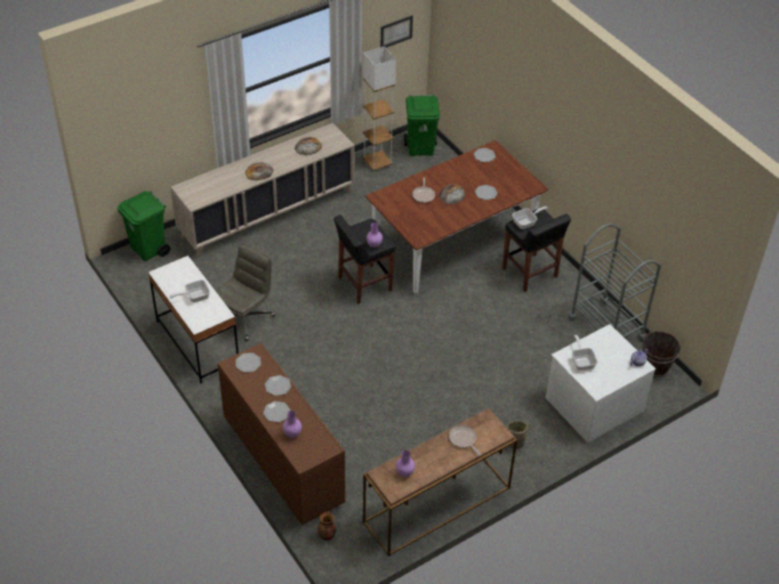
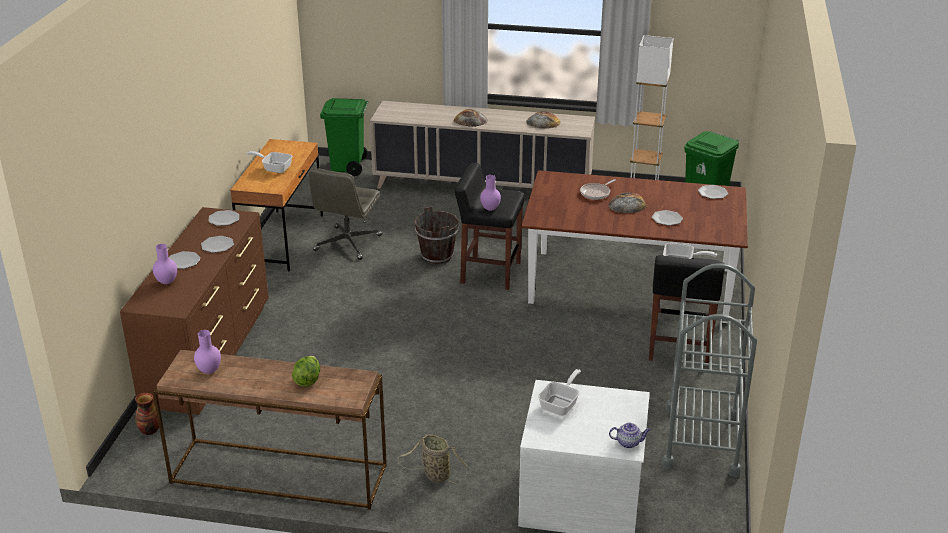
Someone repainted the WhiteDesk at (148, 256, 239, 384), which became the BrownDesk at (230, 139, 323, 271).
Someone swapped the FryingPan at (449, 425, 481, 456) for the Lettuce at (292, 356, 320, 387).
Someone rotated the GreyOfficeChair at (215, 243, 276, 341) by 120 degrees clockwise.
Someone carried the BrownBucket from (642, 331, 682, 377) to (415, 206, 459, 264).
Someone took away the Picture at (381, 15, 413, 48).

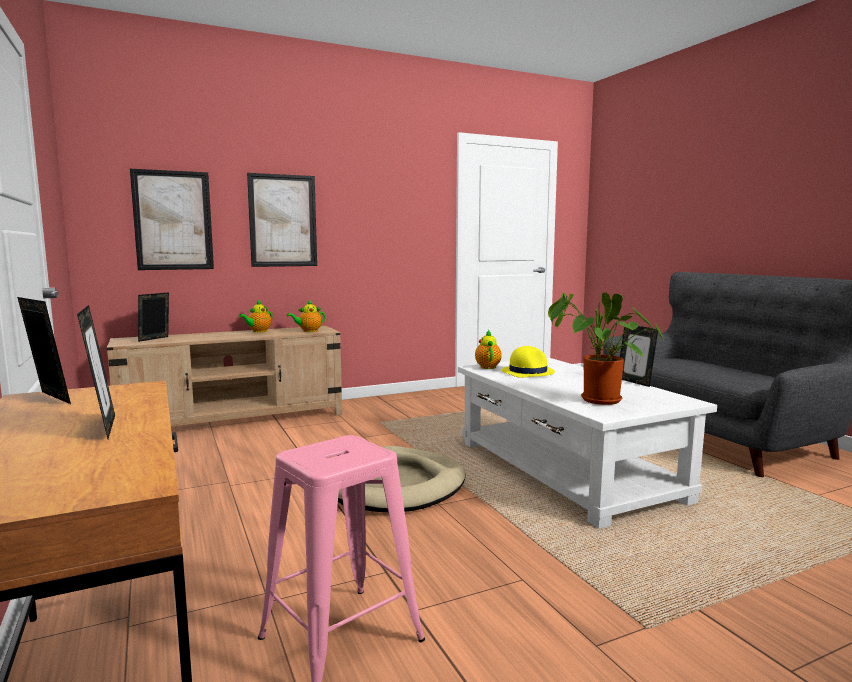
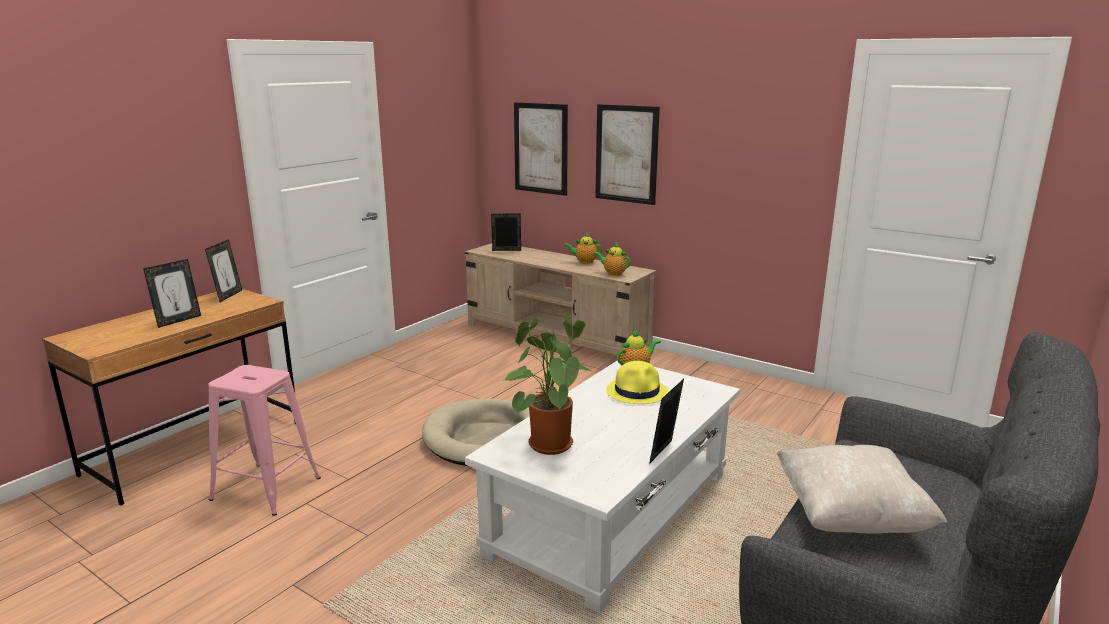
Someone put down the BeigePillow at (777, 445, 947, 534).

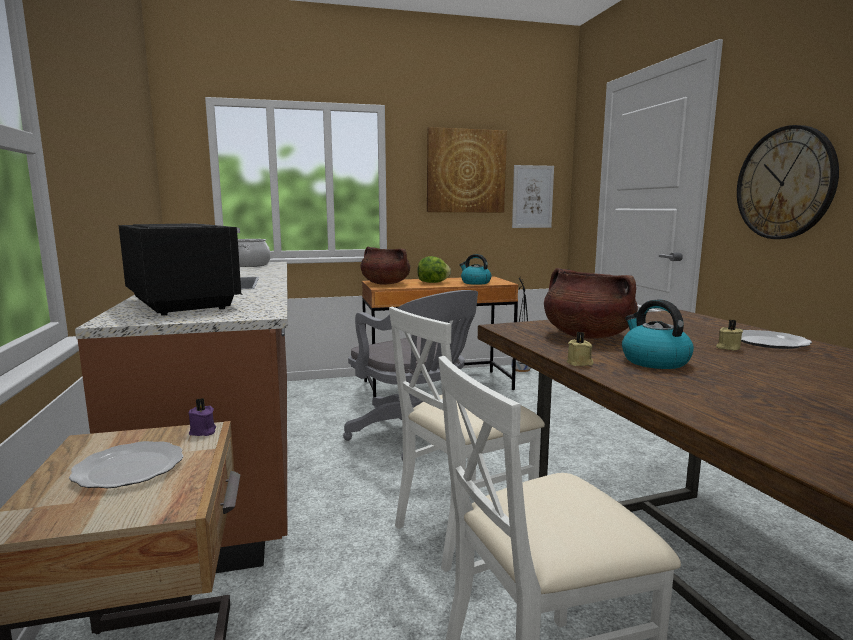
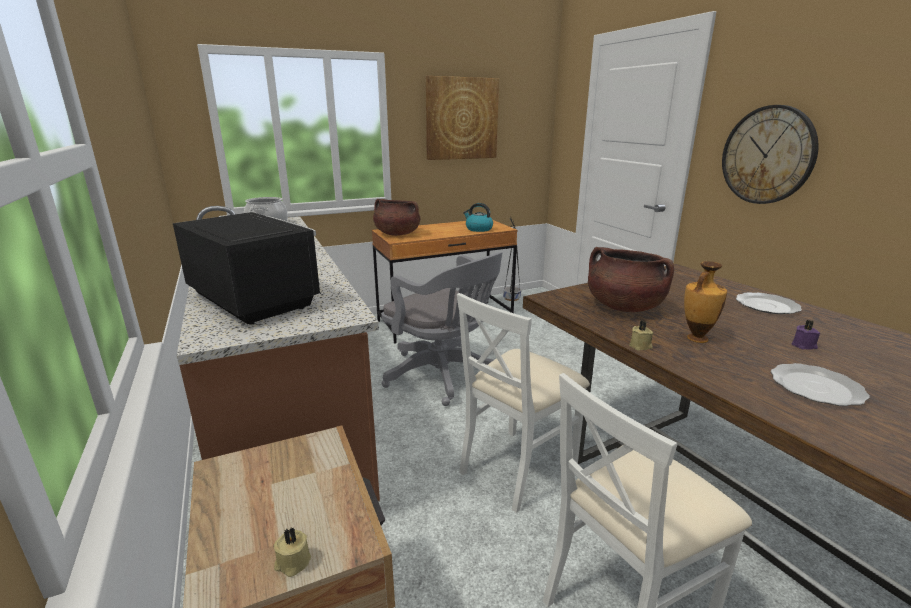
Someone carried the BeigeCandle from (716, 320, 743, 350) to (273, 528, 311, 577).
Someone swapped the Kettle at (622, 299, 694, 369) for the Vase at (684, 261, 727, 343).
Someone carried the Plate from (69, 441, 184, 488) to (771, 363, 870, 406).
Someone carried the PurpleCandle from (189, 398, 216, 436) to (792, 320, 820, 350).
Someone took away the Lettuce at (418, 256, 451, 283).
Someone took away the Picture at (512, 165, 554, 228).

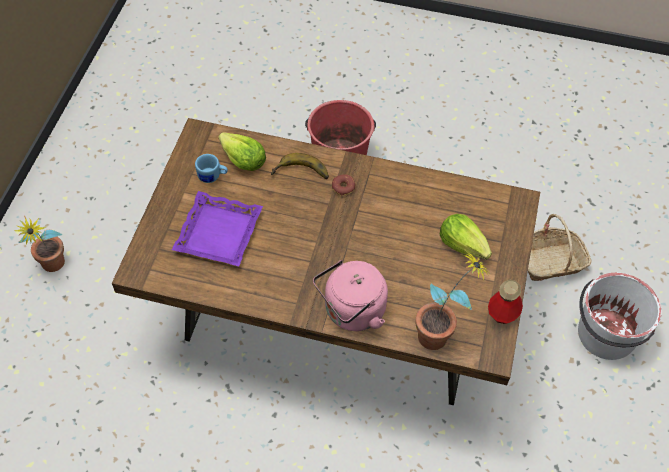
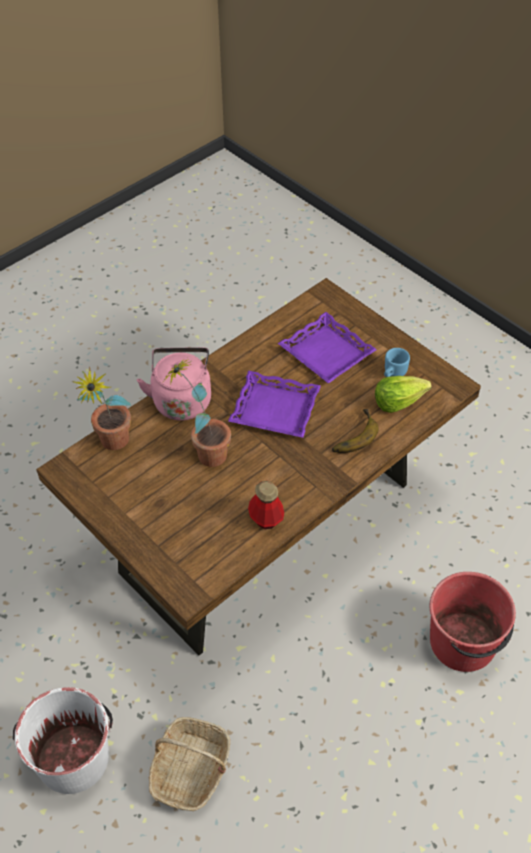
Someone carried the PottedPlant from (14, 216, 65, 272) to (162, 357, 231, 467).
Someone put down the PurpleTray at (228, 371, 321, 438).
Someone carried the Bottle from (488, 279, 523, 324) to (248, 481, 284, 529).
Someone took away the Donut at (332, 175, 355, 196).
Someone took away the Lettuce at (440, 214, 492, 259).

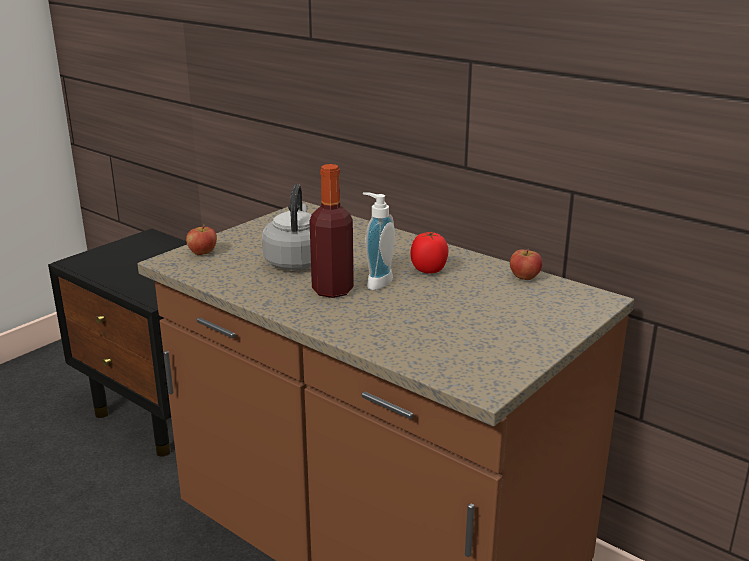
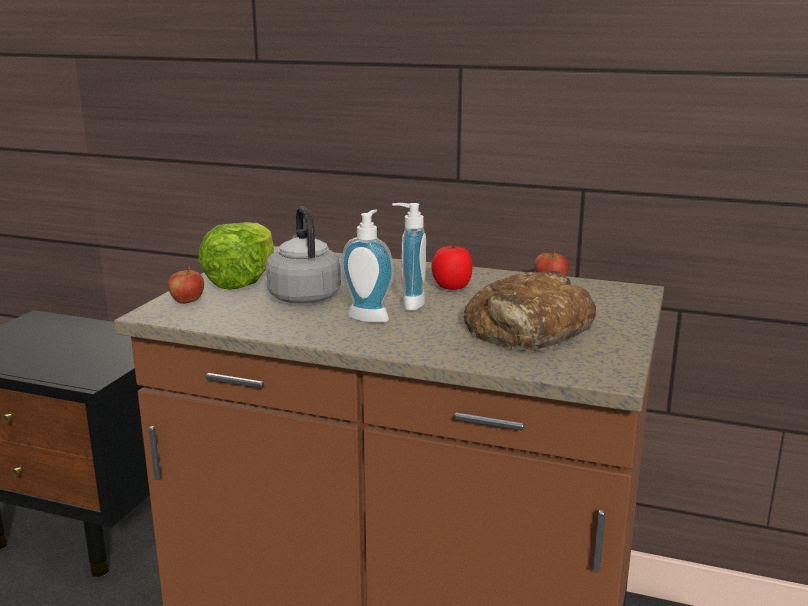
Someone put down the Lettuce at (198, 222, 274, 290).
Someone swapped the Bottle at (309, 164, 354, 298) for the SoapDispenser at (341, 210, 394, 323).
Someone put down the Bread at (464, 271, 596, 351).

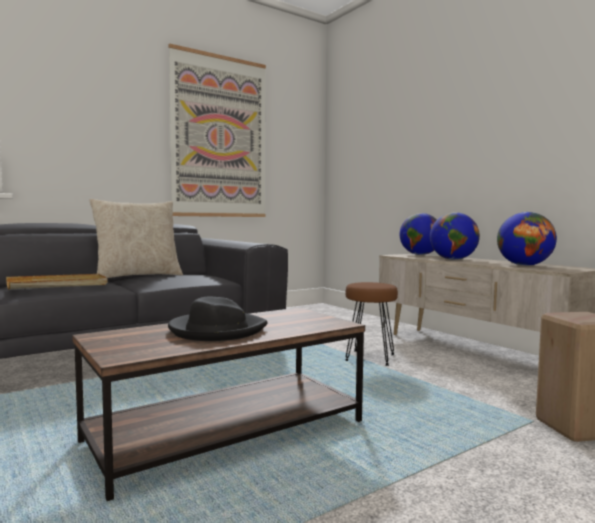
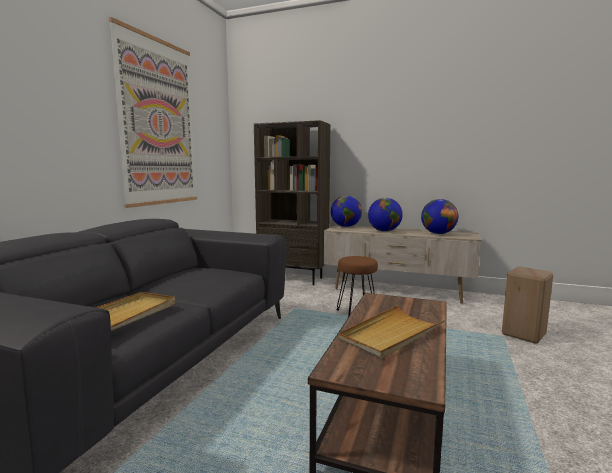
Someone put down the BrownBookcase at (254, 120, 330, 285).
Someone swapped the BlackHat at (168, 296, 267, 341) for the BeigeTray at (339, 305, 445, 359).
Someone took away the BeigePillow at (89, 199, 183, 278).

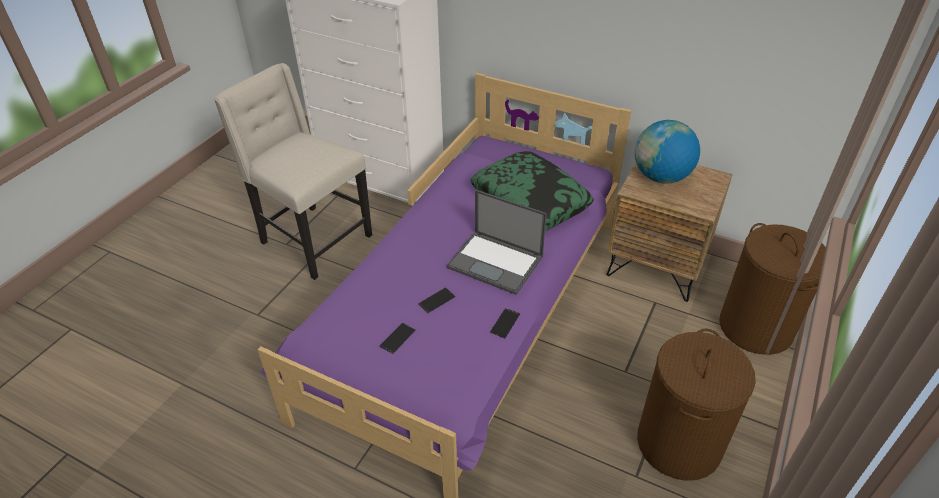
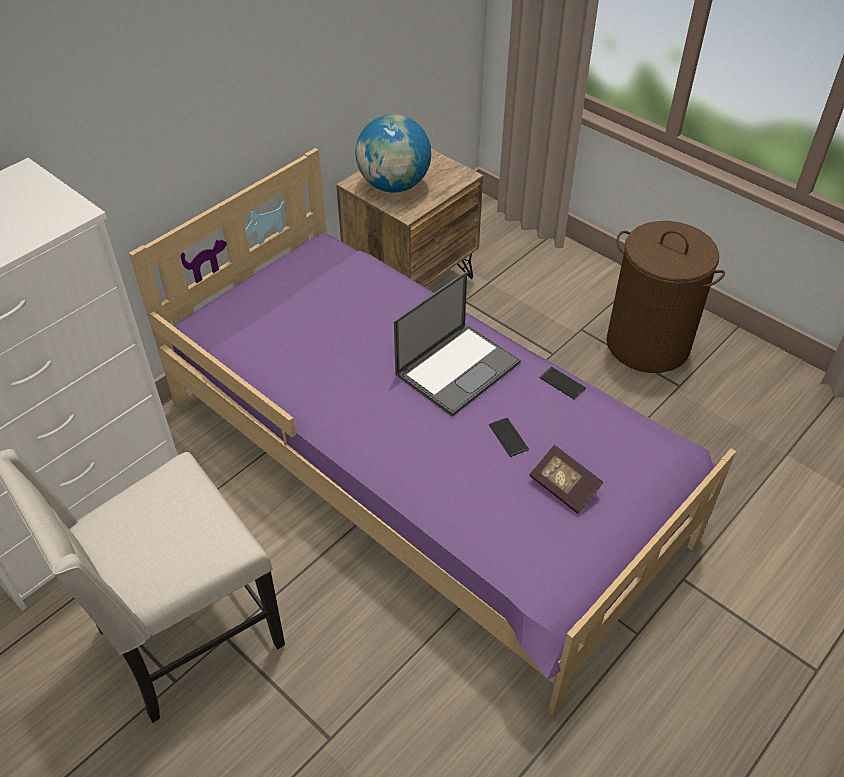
Someone swapped the Phone at (379, 323, 415, 354) for the Book at (529, 445, 603, 514).
Someone took away the Pillow at (470, 151, 594, 231).
Someone took away the BrownLaundryBasket at (719, 223, 826, 355).

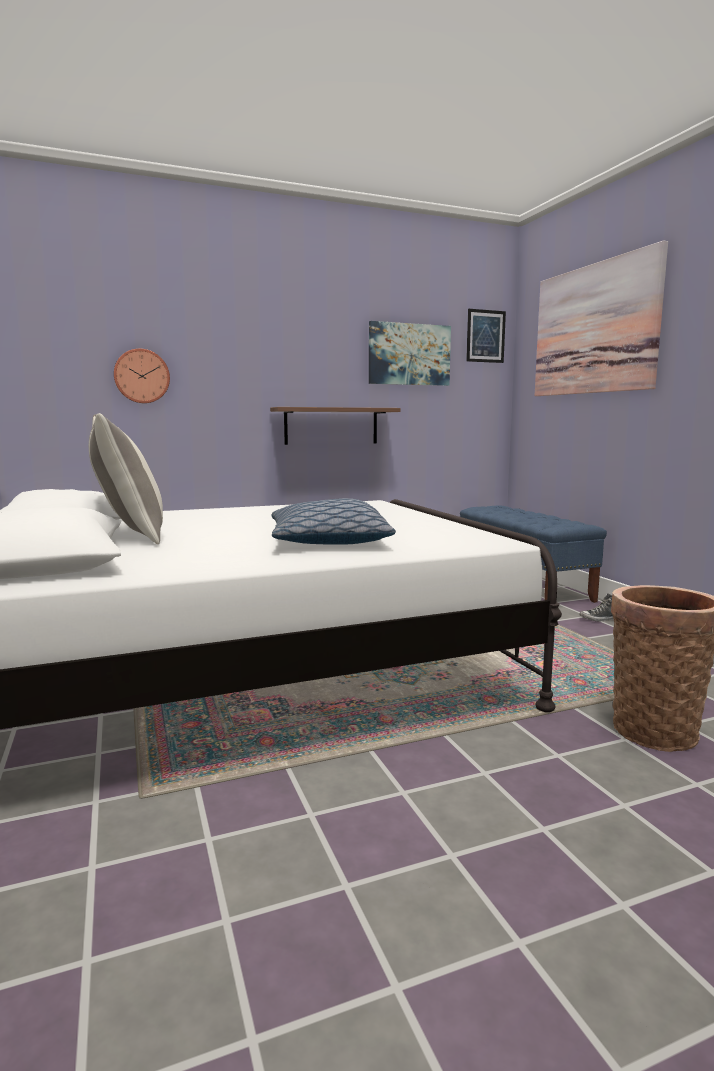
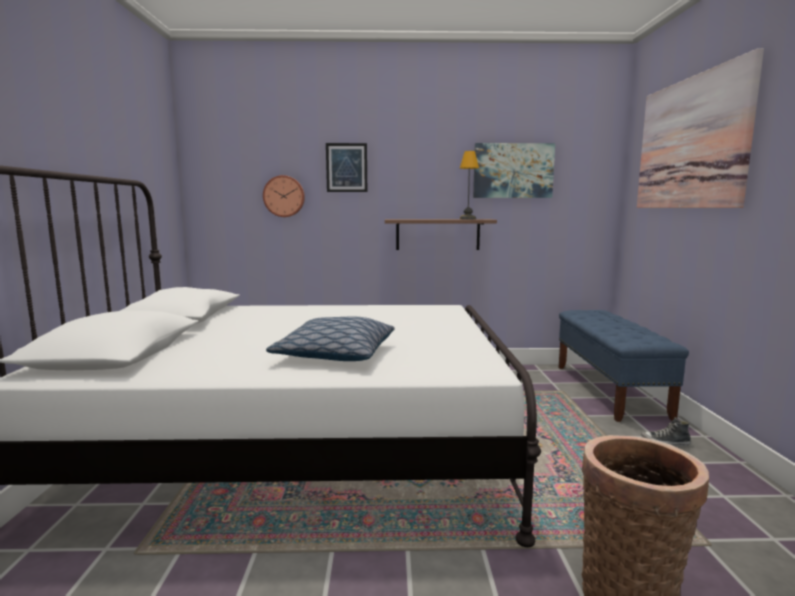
Someone carried the Picture from (466, 309, 506, 363) to (326, 143, 367, 192).
Someone put down the TableLamp at (460, 151, 479, 219).
Someone took away the Pillow at (89, 413, 163, 544).

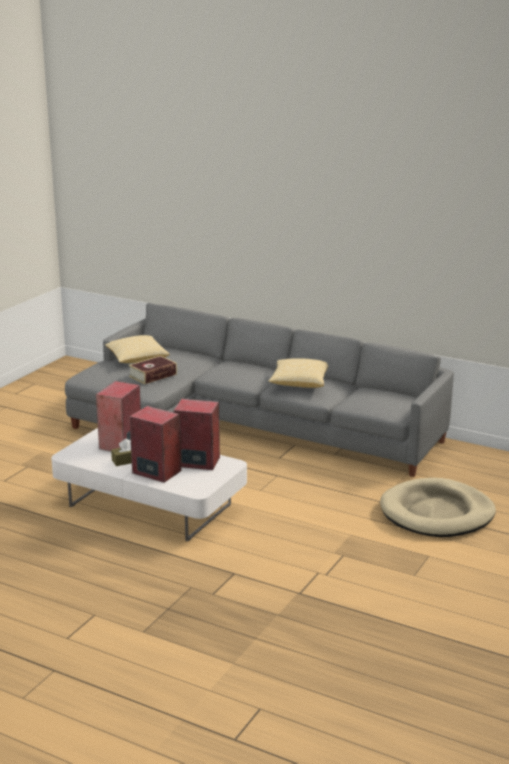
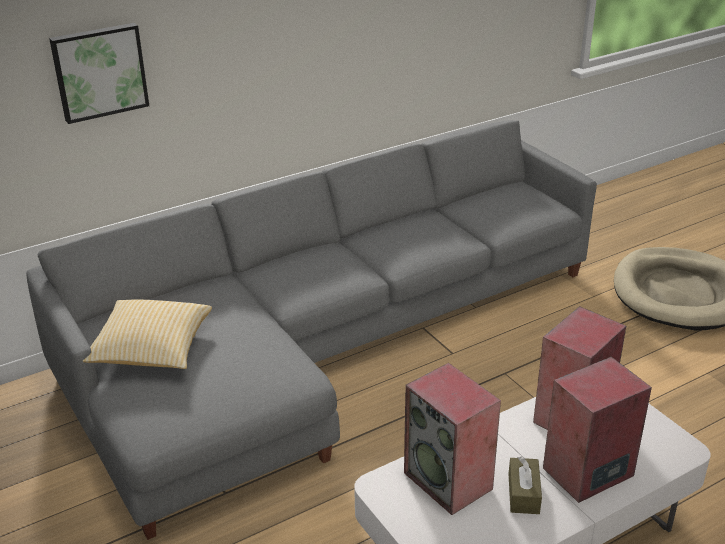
Someone put up the Picture at (49, 23, 149, 124).
Someone took away the Book at (129, 356, 177, 384).
Someone took away the Pillow at (268, 358, 328, 388).

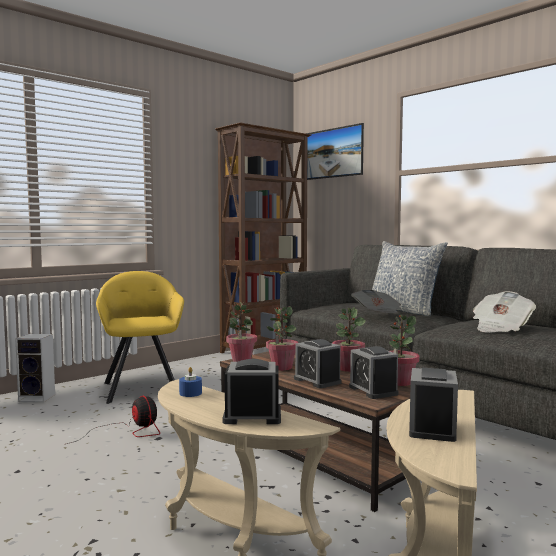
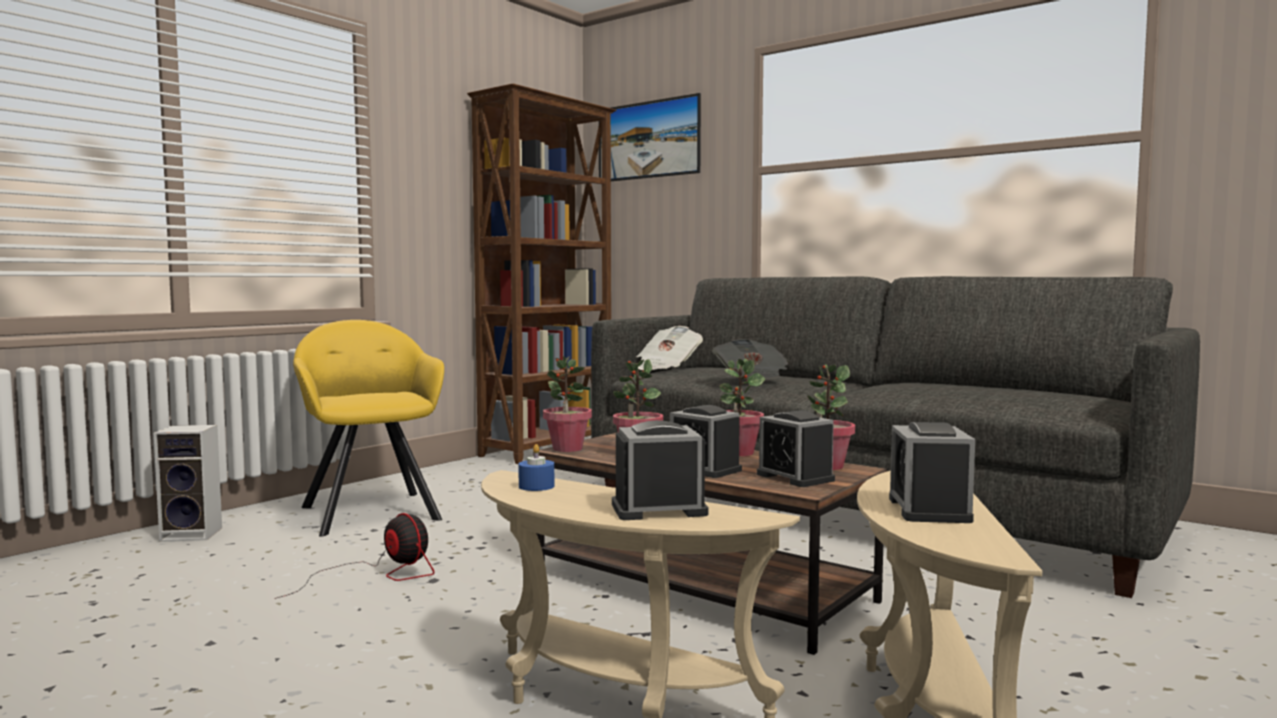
Someone carried the Newspaper from (473, 291, 536, 333) to (636, 326, 703, 370).
Someone took away the Pillow at (372, 241, 448, 316).

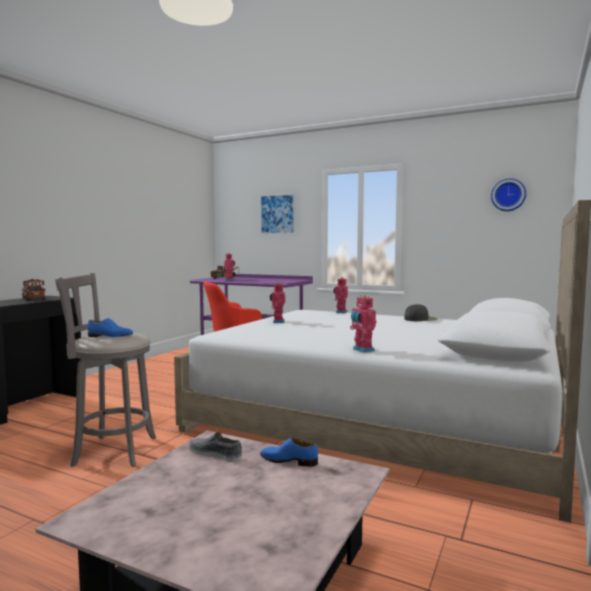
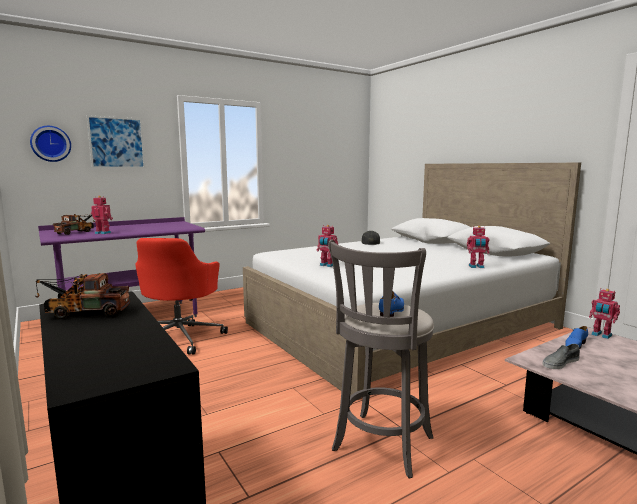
Someone carried the WallClock from (491, 178, 526, 211) to (30, 126, 71, 162).
Someone carried the ToyRobot from (333, 277, 348, 313) to (589, 288, 620, 339).

